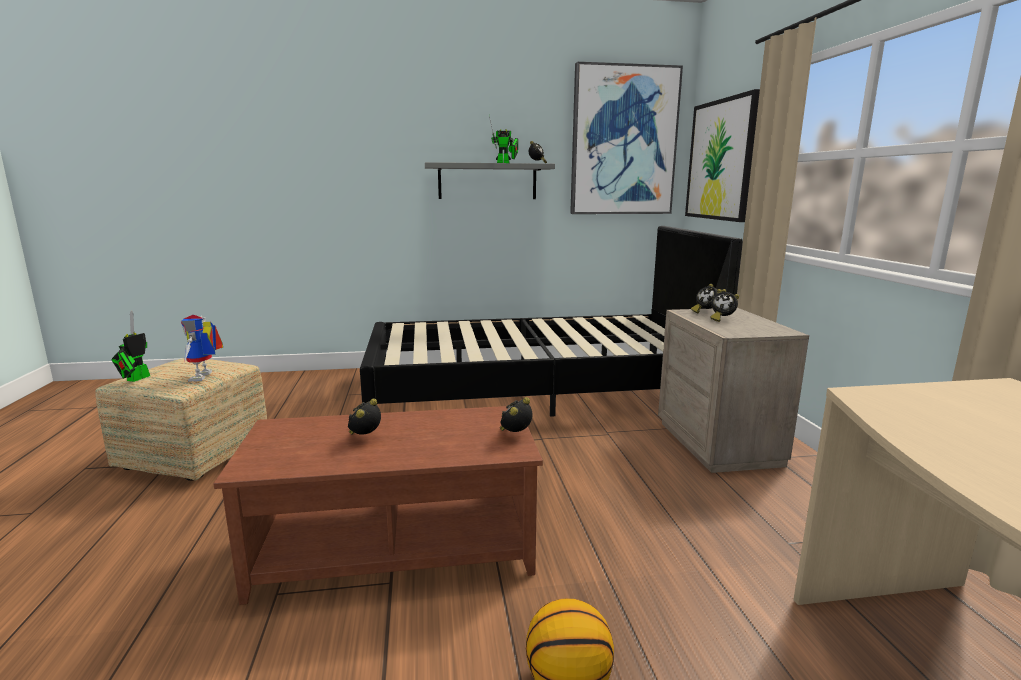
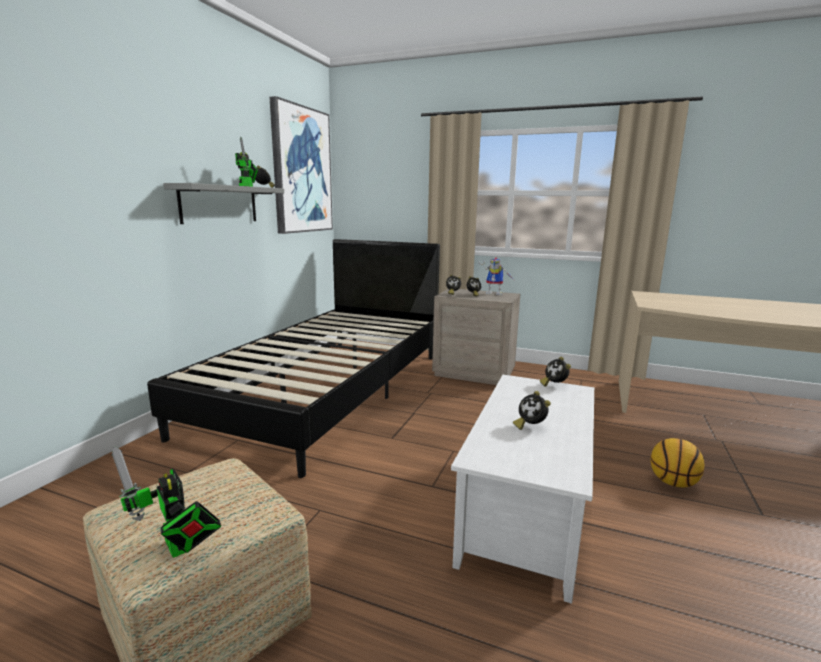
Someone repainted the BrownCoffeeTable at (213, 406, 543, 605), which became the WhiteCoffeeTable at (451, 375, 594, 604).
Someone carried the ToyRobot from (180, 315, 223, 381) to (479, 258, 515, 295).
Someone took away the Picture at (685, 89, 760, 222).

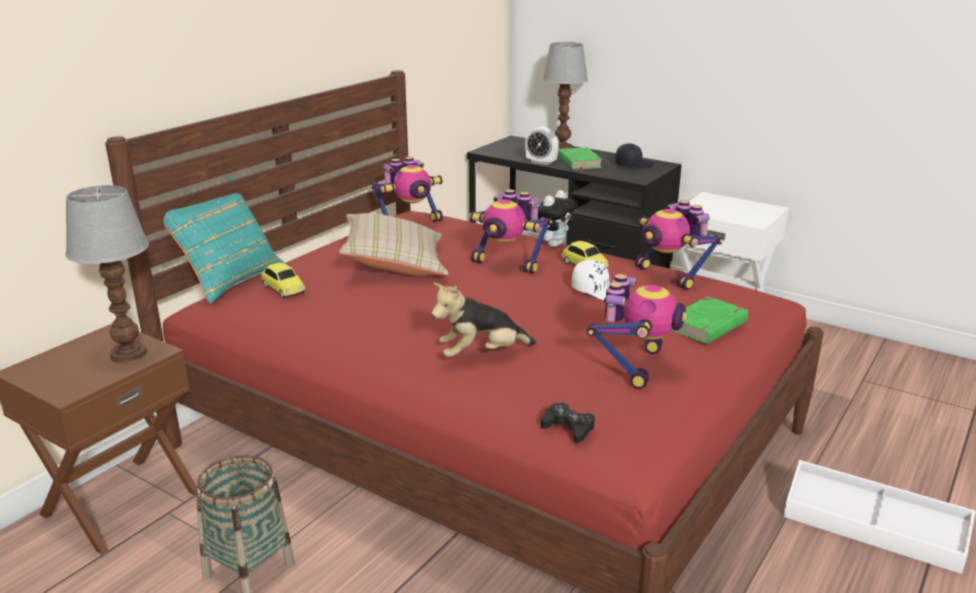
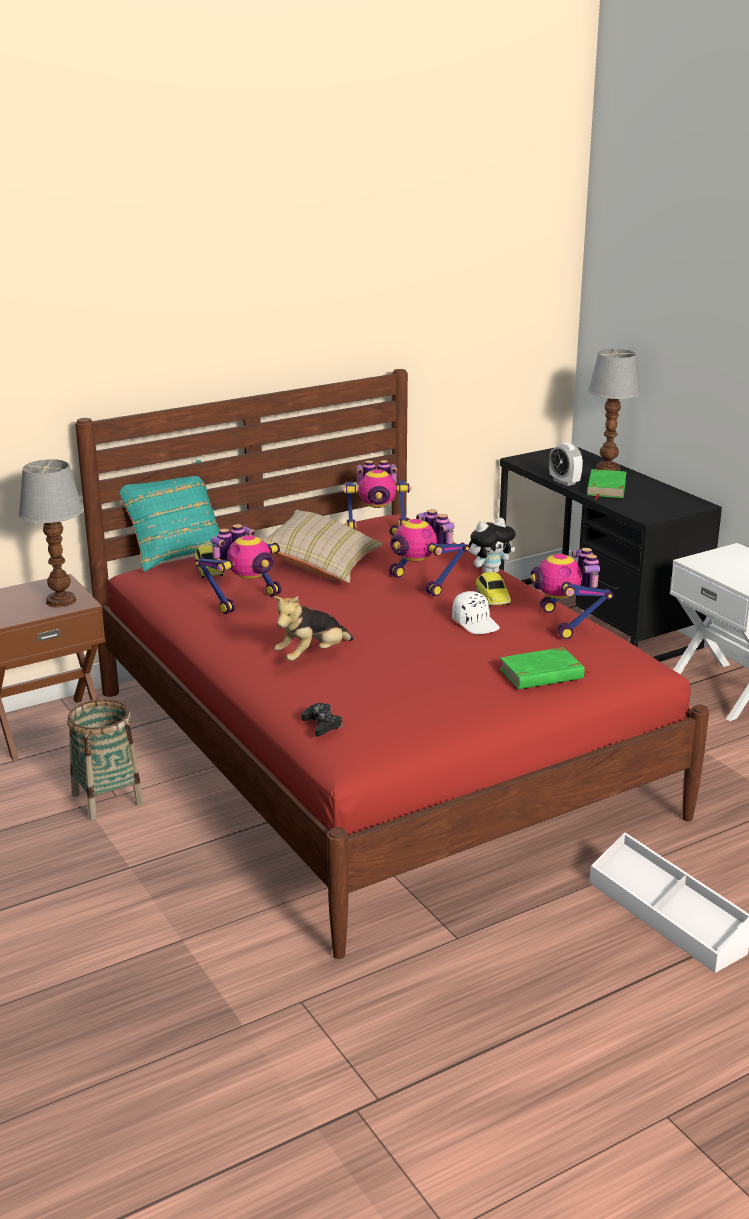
Someone carried the ToyRobot from (586, 274, 687, 389) to (195, 524, 281, 614).
Someone rotated the PlushToy at (431, 282, 536, 357) by 45 degrees counterclockwise.
Someone took away the BlackCap at (615, 143, 655, 168).

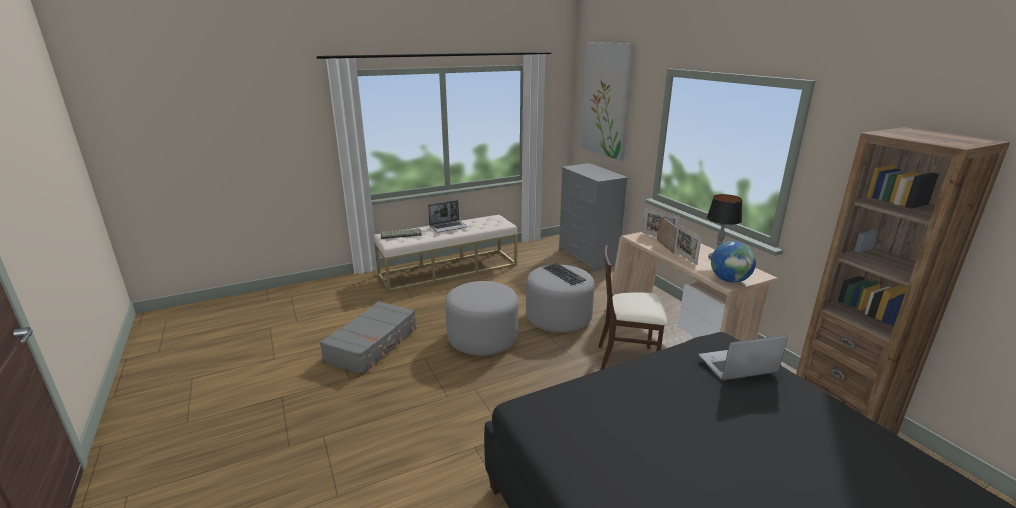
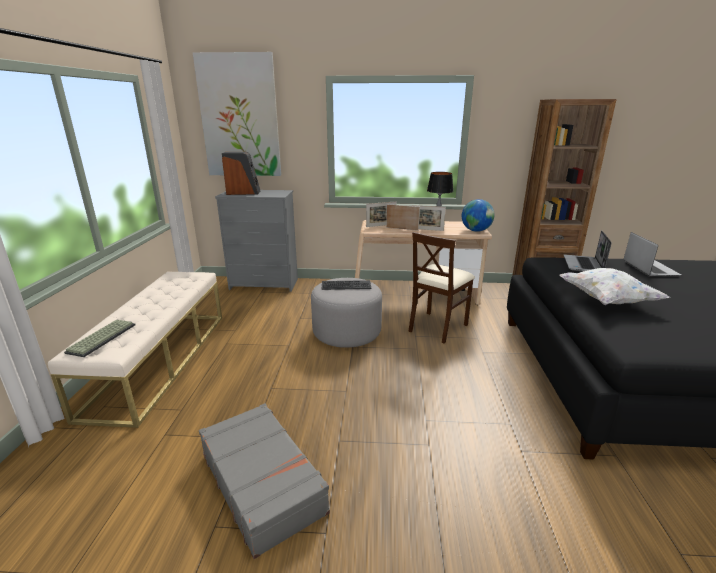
Someone put down the Speaker at (222, 152, 261, 195).
Someone put down the WhitePillow at (560, 268, 670, 305).
Someone carried the Laptop from (428, 200, 468, 233) to (623, 232, 682, 277).
Someone took away the GreyOttoman at (445, 281, 518, 356).

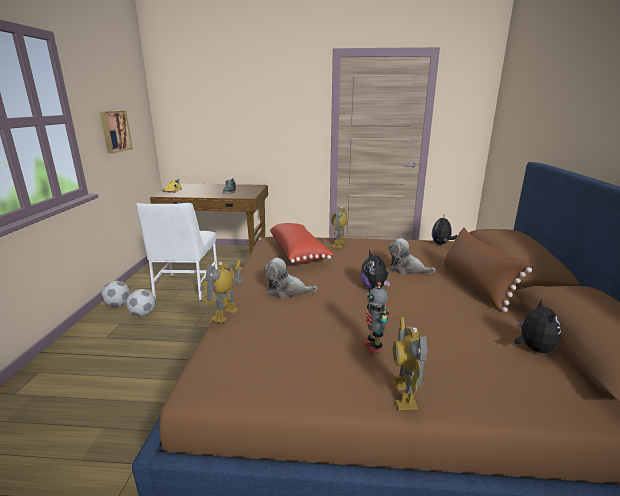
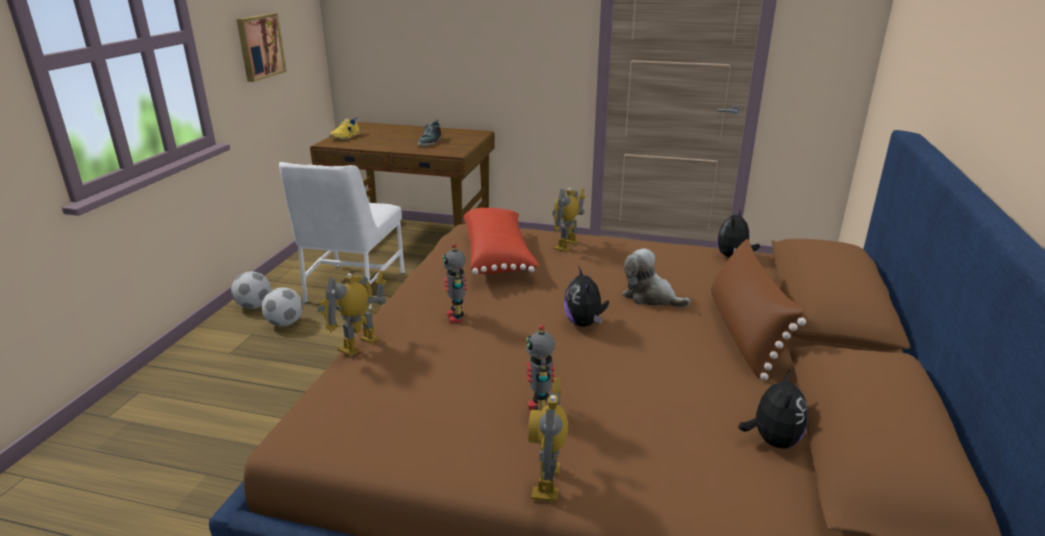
Someone swapped the PlushToy at (264, 258, 317, 299) for the ToyRobot at (443, 243, 467, 323).

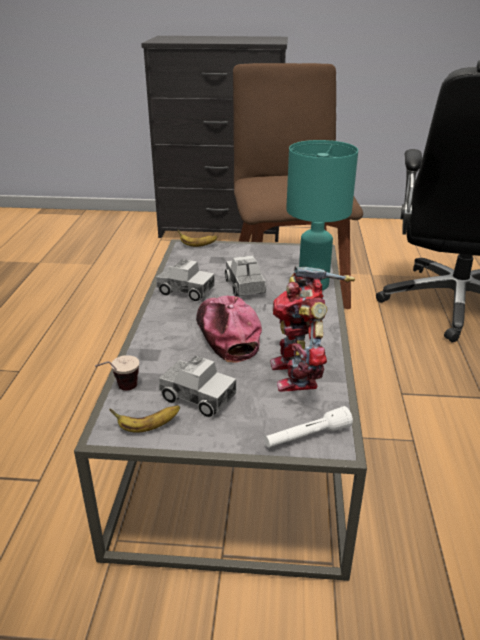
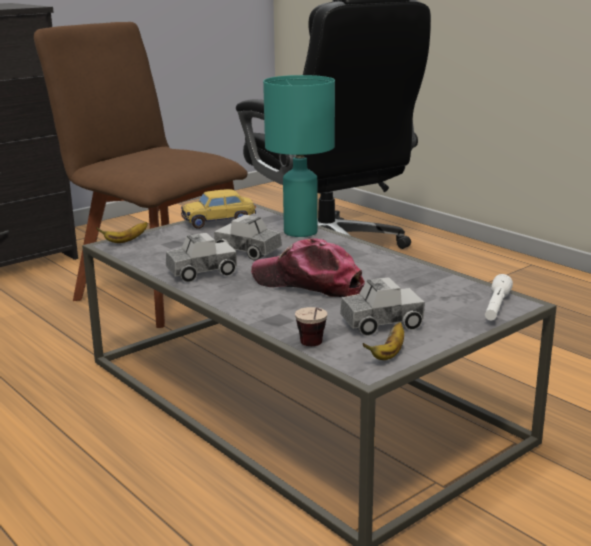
Someone put down the ToyCar at (181, 189, 256, 229).
Someone took away the ToyRobot at (270, 266, 355, 392).

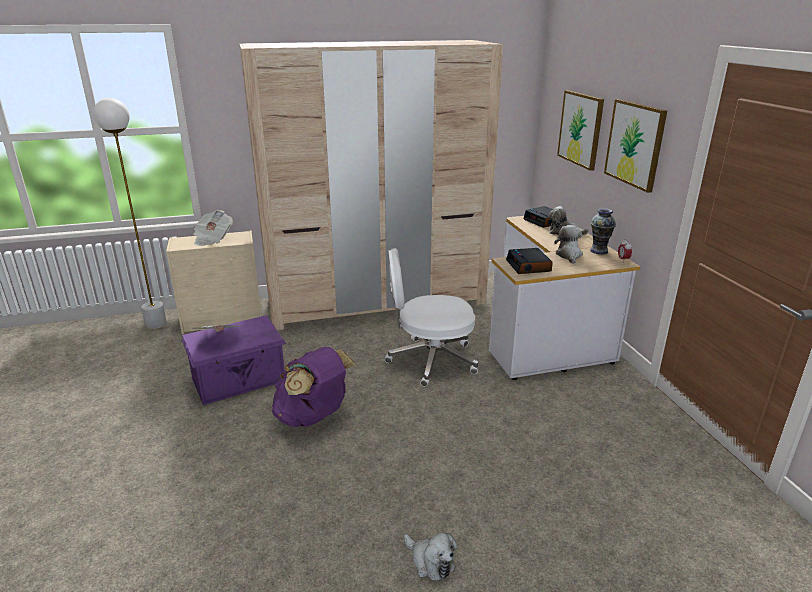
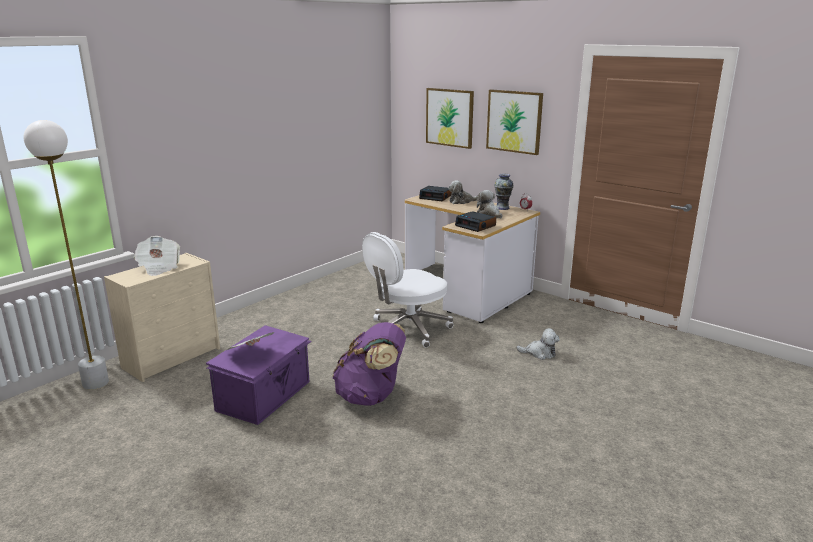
Someone carried the PlushToy from (404, 532, 457, 581) to (516, 328, 560, 360).
Someone took away the BeigeWardrobe at (239, 40, 503, 330).

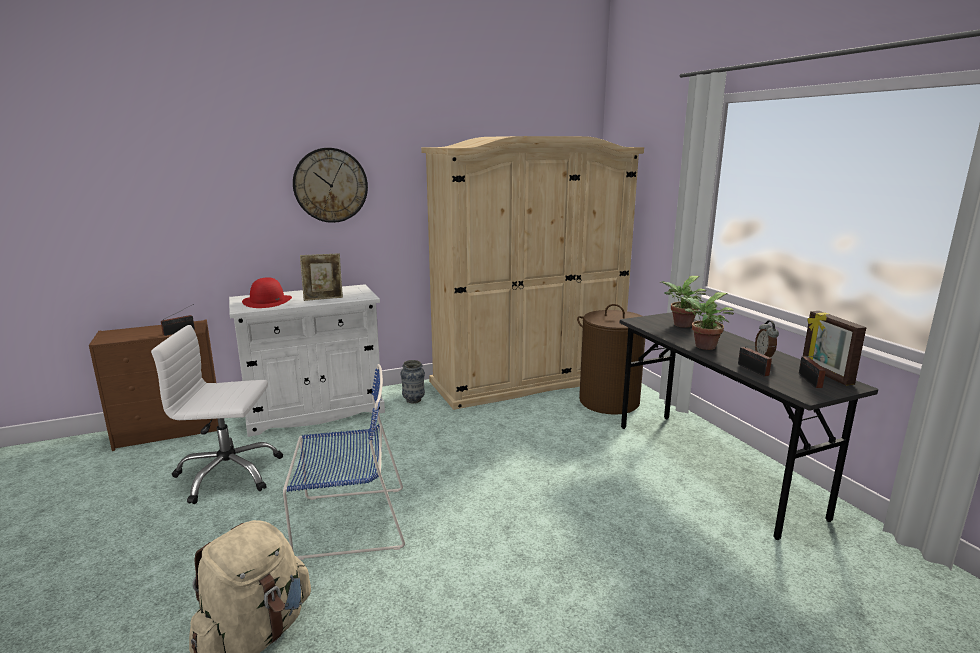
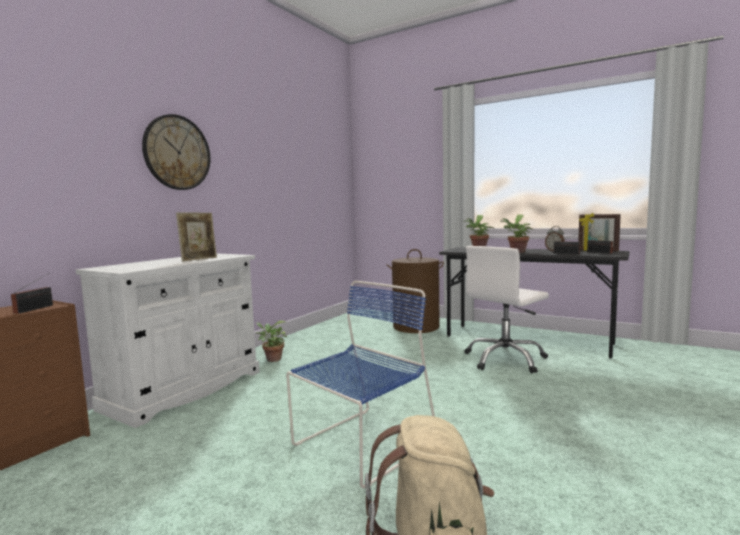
Someone swapped the Vase at (401, 360, 425, 403) for the PottedPlant at (255, 321, 287, 362).
Someone carried the WhiteOfficeChair from (151, 325, 283, 504) to (464, 246, 549, 373).
Someone took away the RedHat at (242, 277, 292, 308).
Someone took away the BeigeWardrobe at (421, 136, 644, 410).

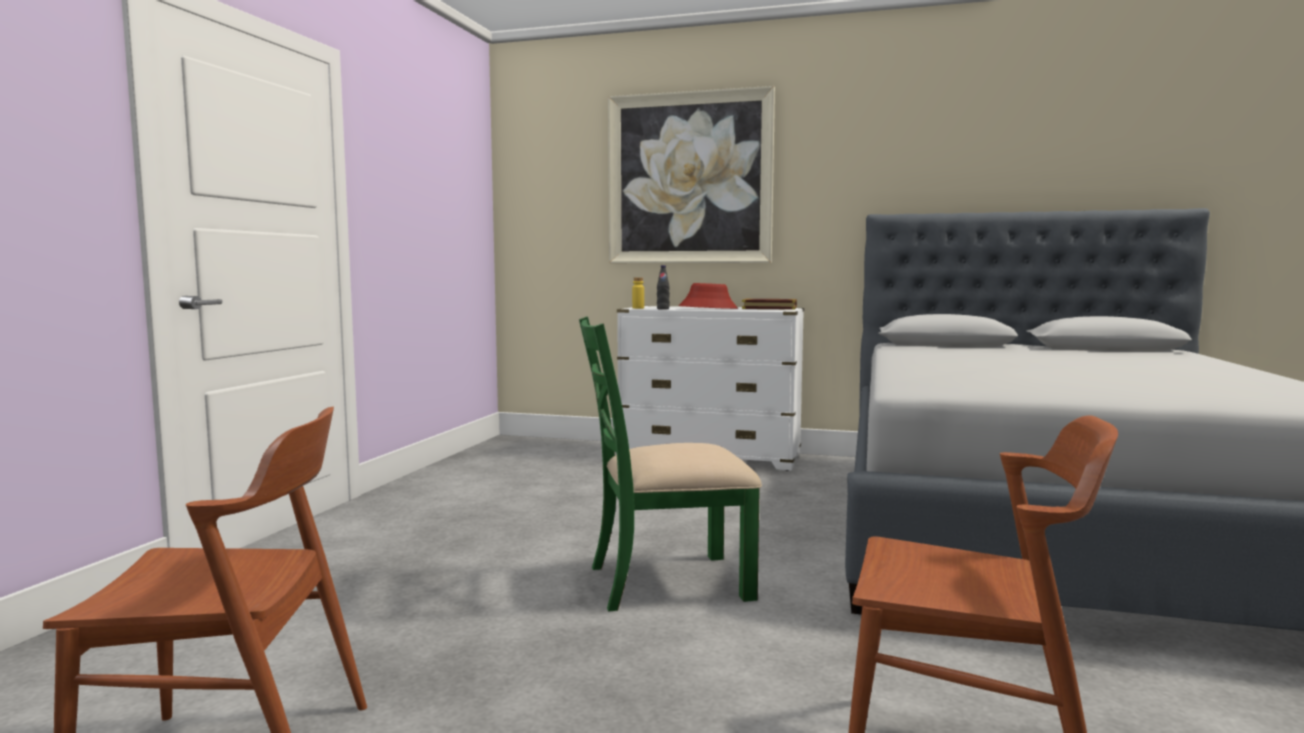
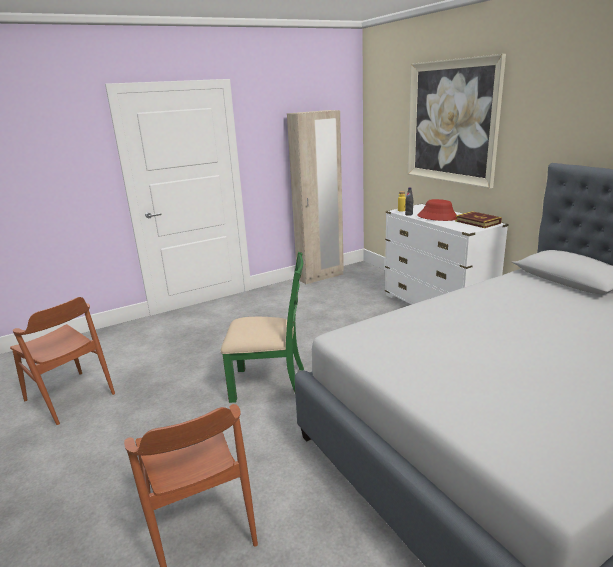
Someone rotated the GreenChair at (579, 316, 762, 611) by 150 degrees clockwise.
Someone put down the BeigeWardrobe at (287, 110, 344, 284).

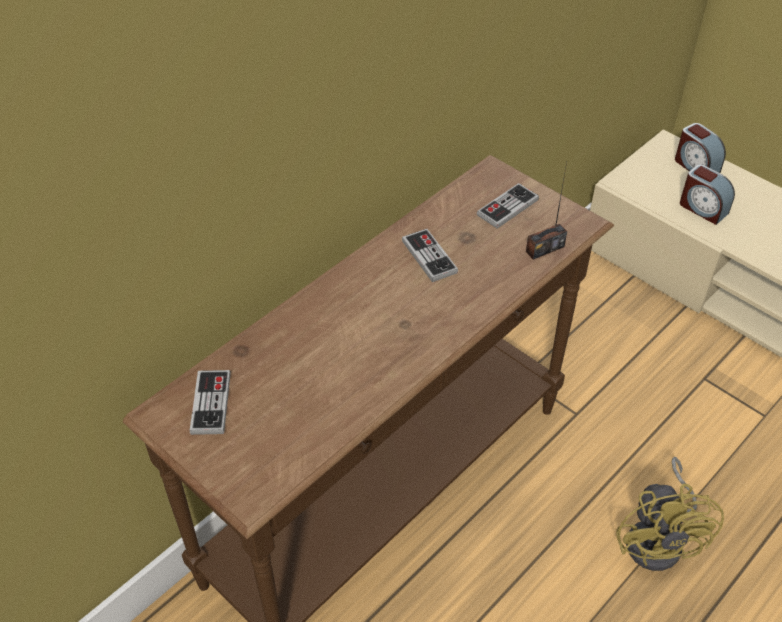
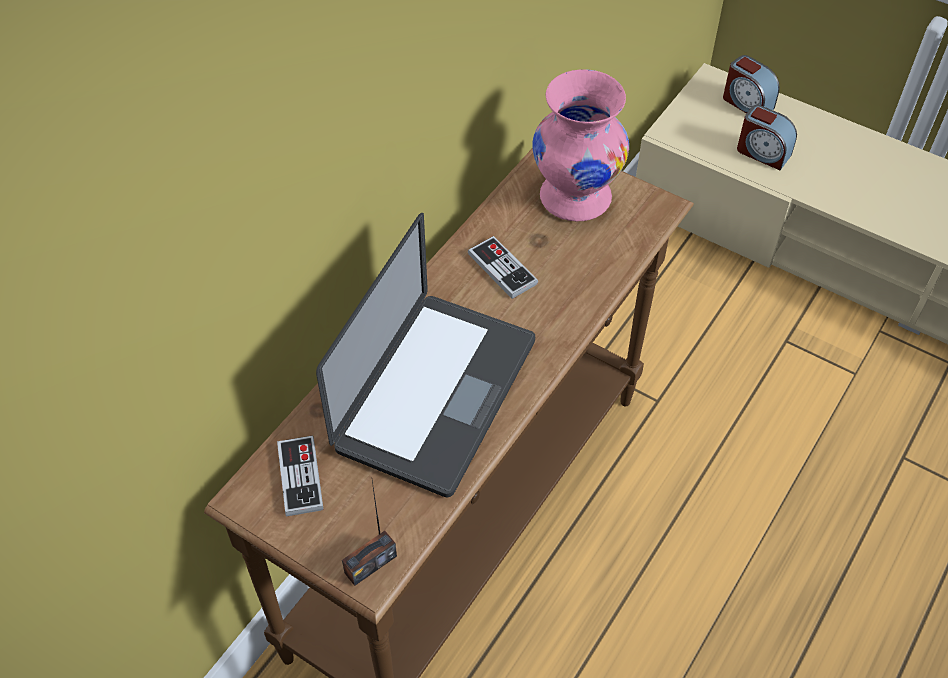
Someone put down the Laptop at (316, 213, 535, 498).
Someone carried the Radio from (526, 162, 567, 260) to (342, 480, 397, 586).
Someone swapped the GameController at (477, 183, 539, 229) for the PinkVase at (532, 69, 629, 221).
Someone took away the YellowFan at (616, 457, 724, 571).

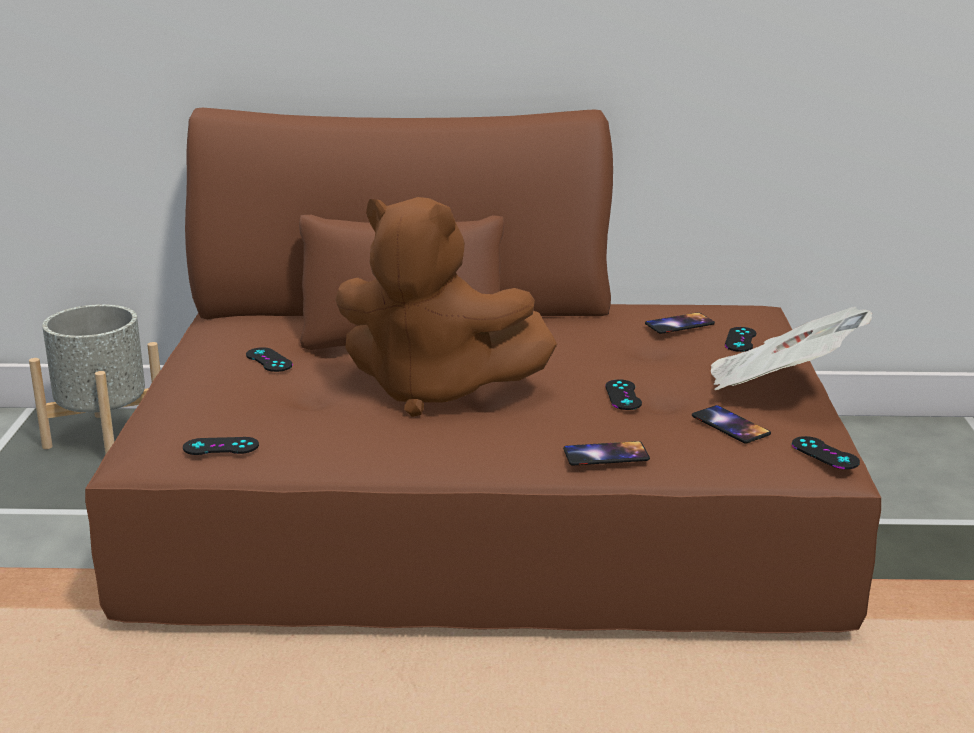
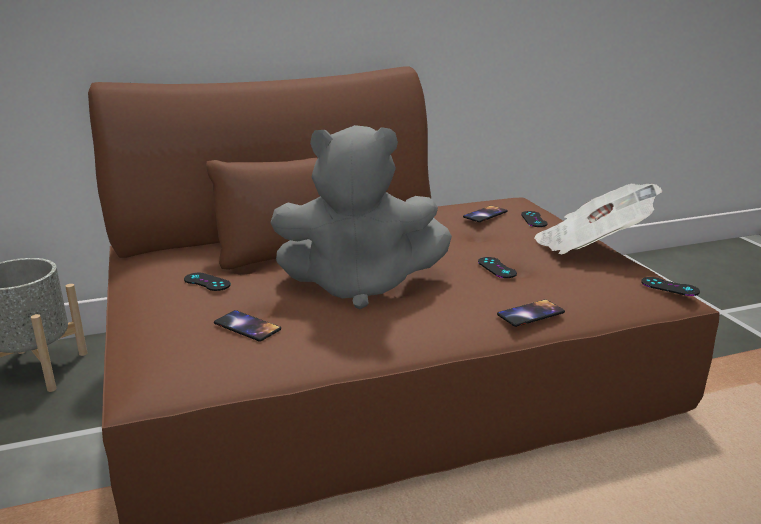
Someone carried the Phone from (692, 405, 771, 443) to (214, 310, 281, 342).
Someone repainted the BrownPlushToy at (335, 197, 557, 417), which became the GreyPlushToy at (270, 125, 452, 309).
Someone took away the BlackGameController at (183, 437, 259, 455).

